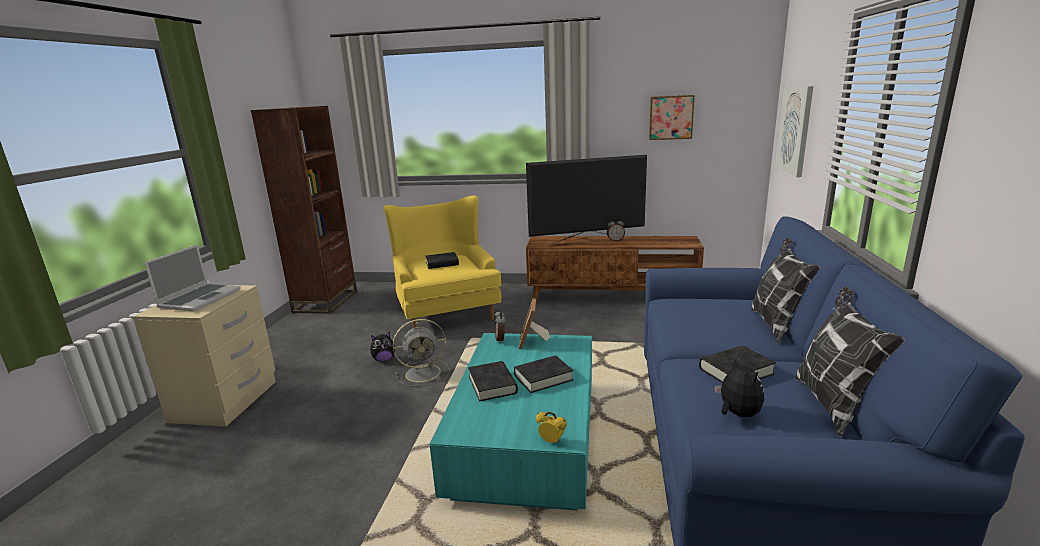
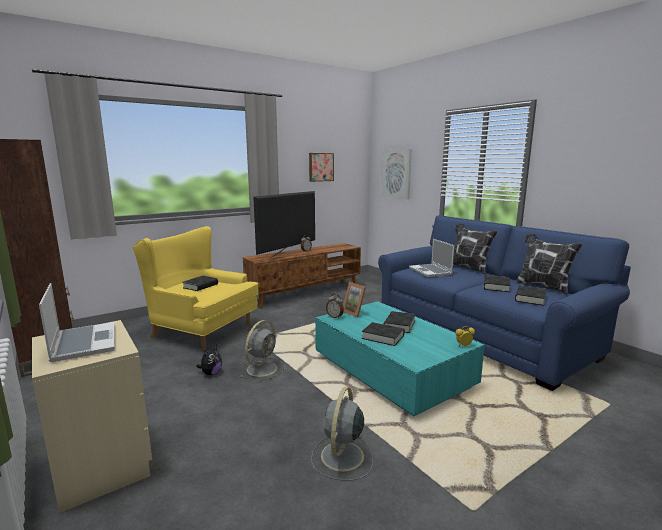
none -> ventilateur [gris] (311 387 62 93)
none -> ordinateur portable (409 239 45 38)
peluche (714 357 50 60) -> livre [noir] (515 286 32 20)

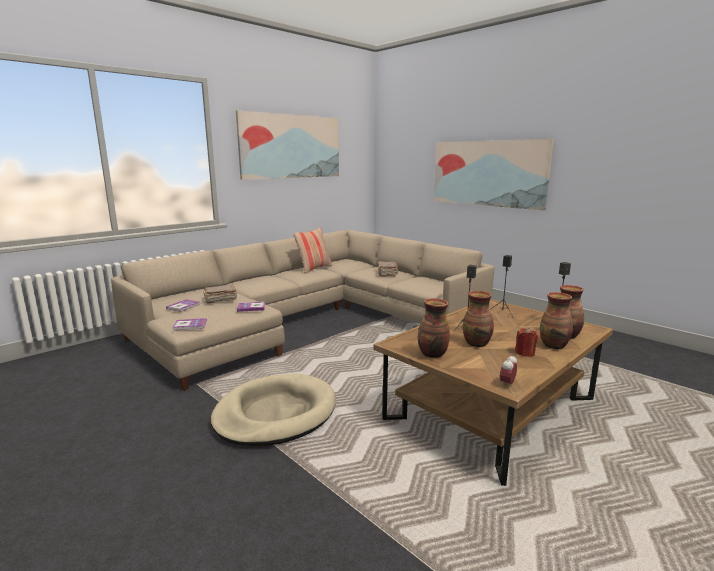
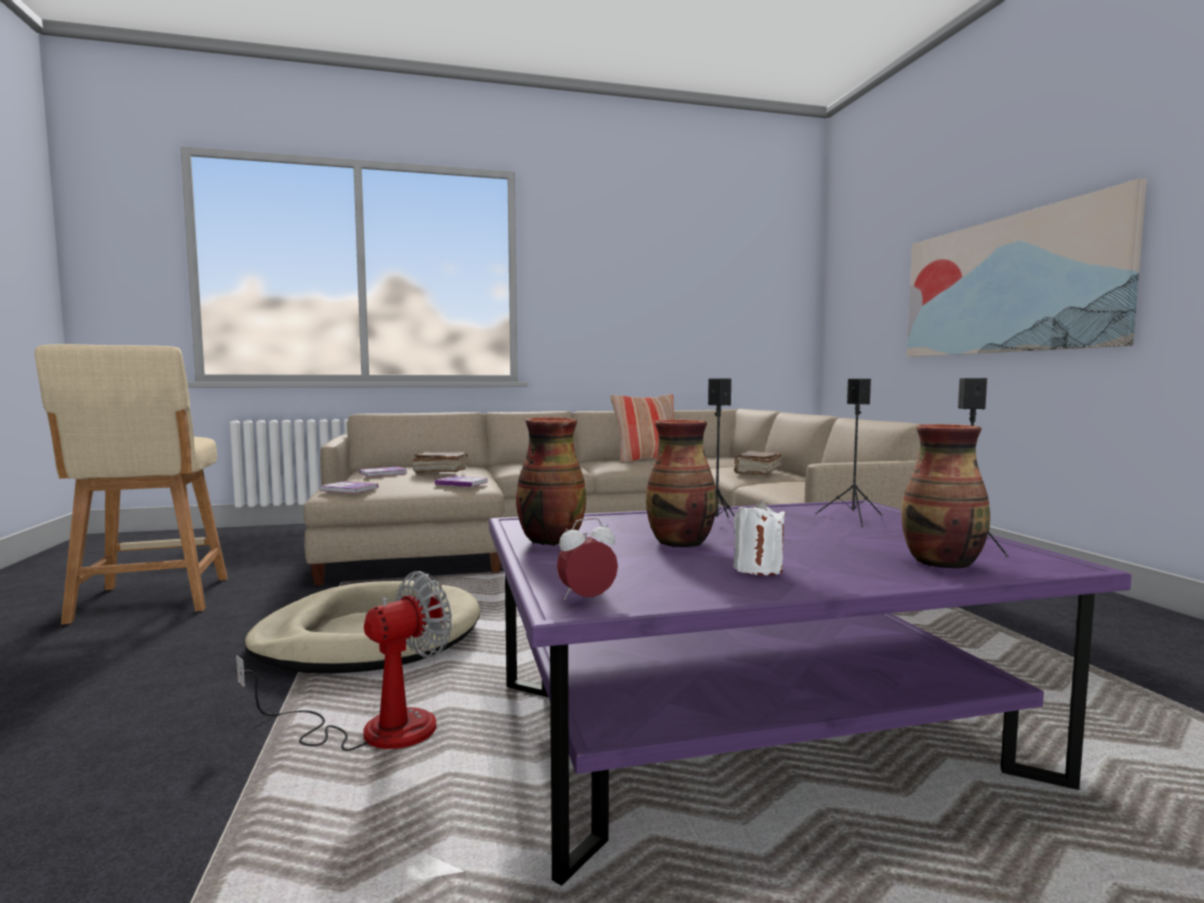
none -> tabouret [beige] (35 344 193 281)
none -> ventilateur (236 571 216 180)
table basse [marron] (373 299 240 187) -> table basse [violet] (489 500 643 386)
bougie [rouge] (515 328 23 29) -> bougie [blanc] (733 499 53 76)
tableau (236 110 103 70) -> none
vase (540 292 33 57) -> none

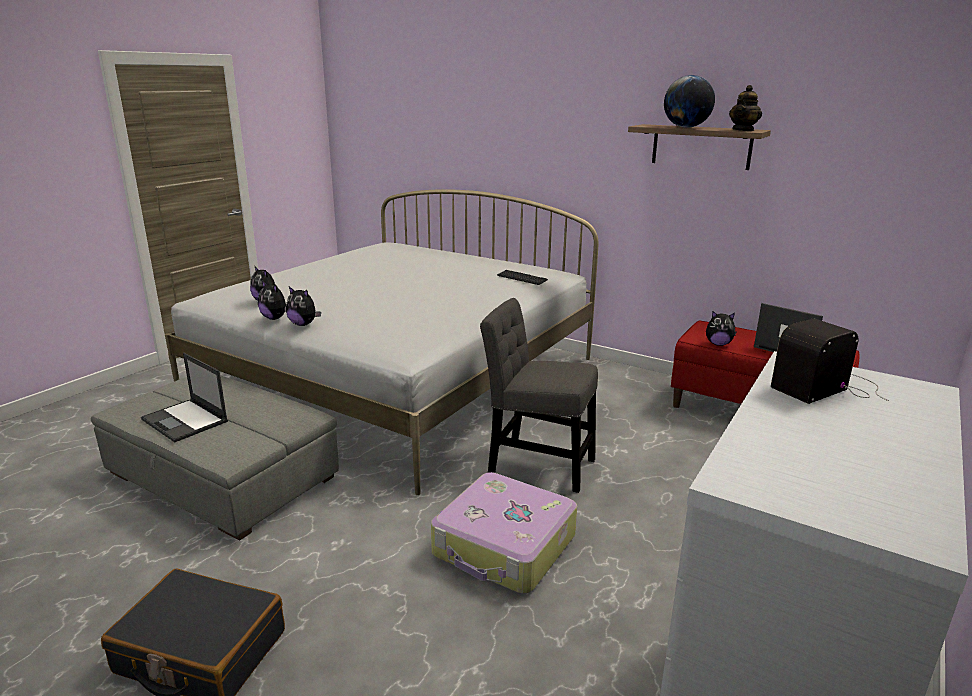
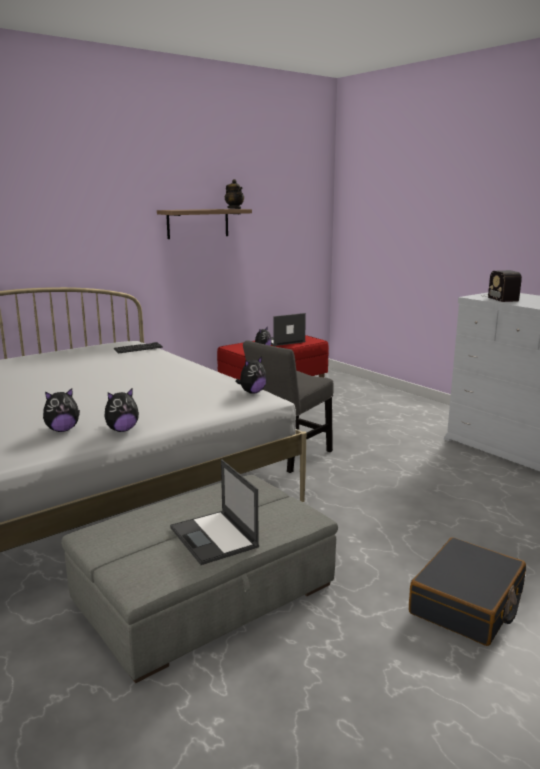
ordinateur portable (141 353 87 90) -> ordinateur portable (170 459 89 106), 90 degrees clockwise
peluche (286 287 35 39) -> peluche (235 356 32 38), shifted
valise (431 472 146 122) -> none
globe (664 75 51 53) -> none

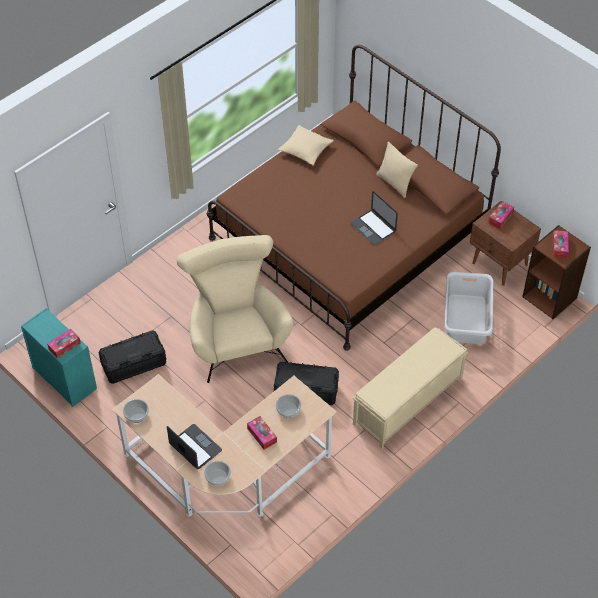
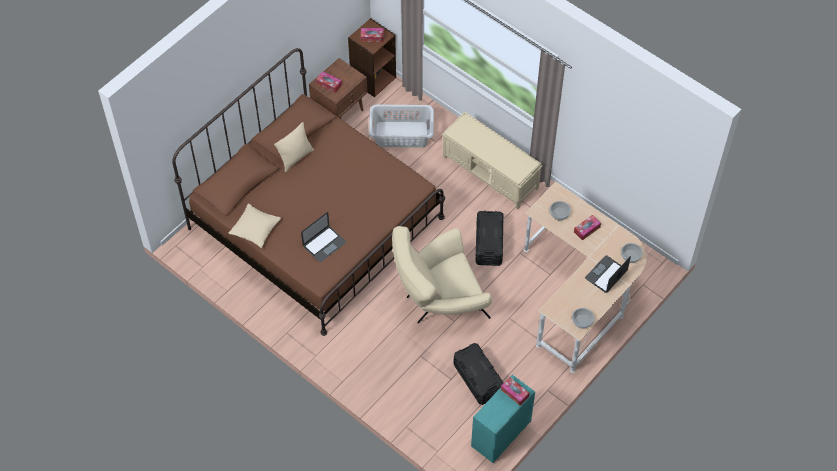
ordinateur portable (350 191 48 54) -> ordinateur portable (301 212 45 50), shifted

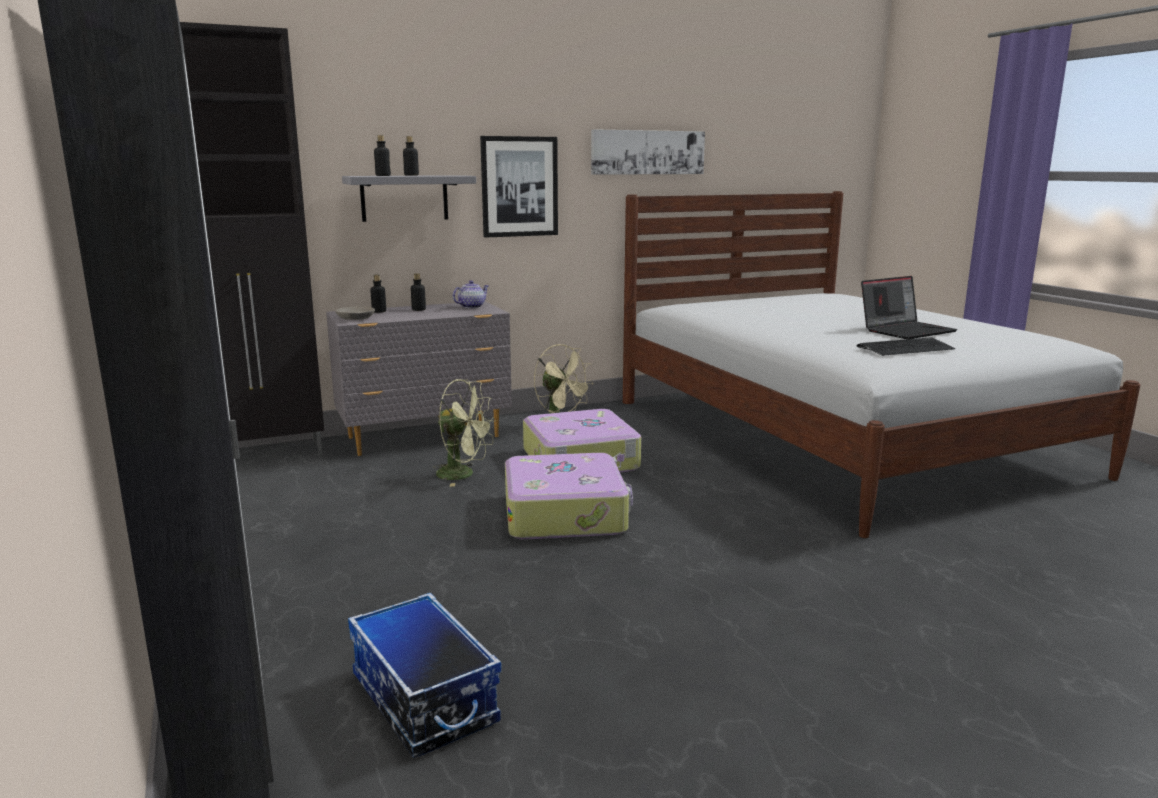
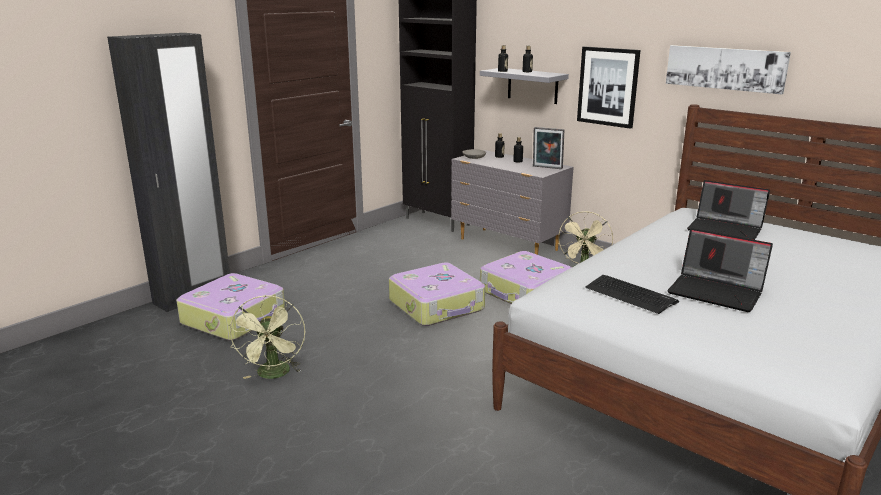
boîte de rangement (348 593 153 165) -> valise (176 273 109 68)
ventilateur [vert] (433 379 63 108) -> ventilateur [vert] (229 295 76 84), shifted
théière (453 280 36 28) -> cadre photo (533 127 31 42)
none -> ordinateur portable (687 180 83 60)

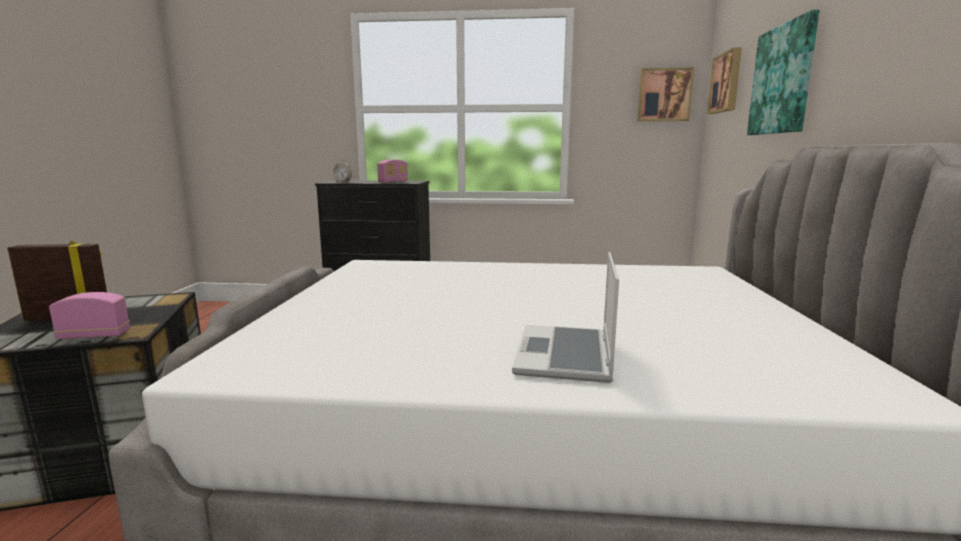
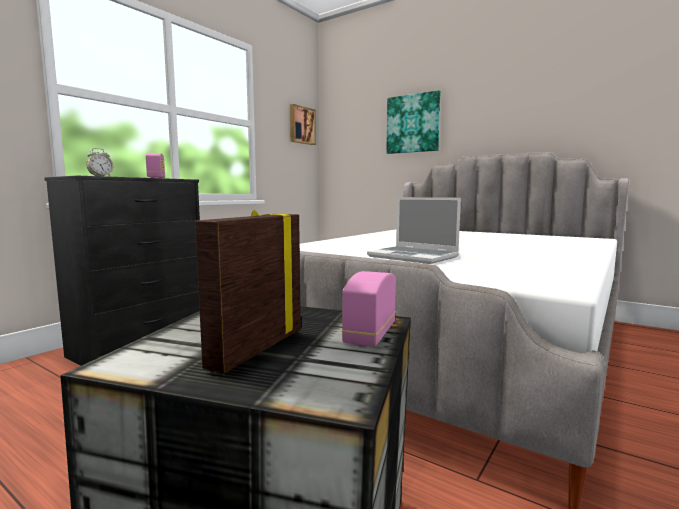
ordinateur portable (512 252 107 131) -> ordinateur portable (367 197 94 67), shifted
tableau (707 47 35 67) -> none

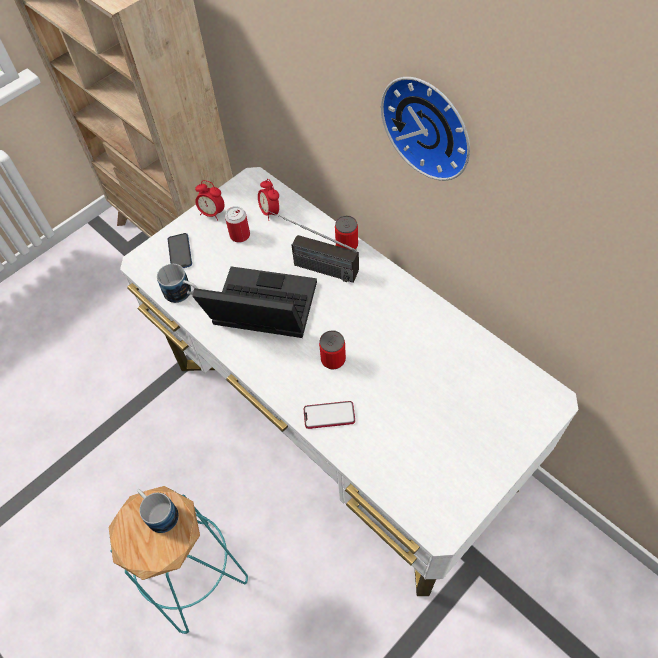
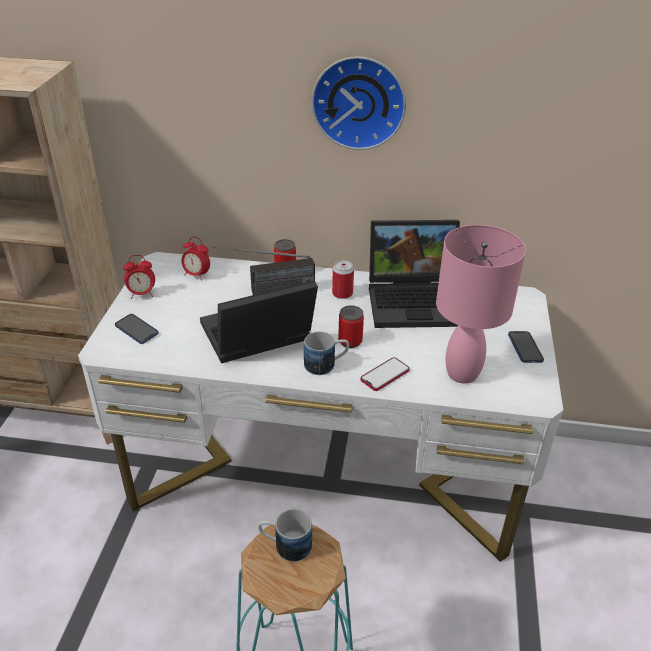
mug (157 264 41 39) -> mug (304 332 45 43), shifted
boîte métallique (225 206 25 37) -> boîte métallique (332 260 22 39), shifted
none -> ordinateur portable (369 220 91 108)
none -> lampe de table [rose] (436 225 90 159)
none -> téléphone (508 331 36 32)

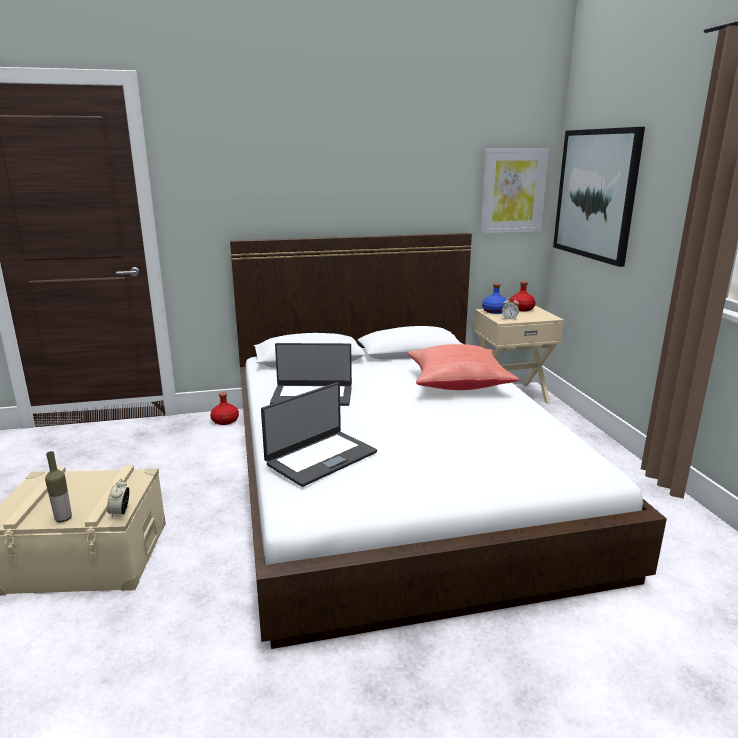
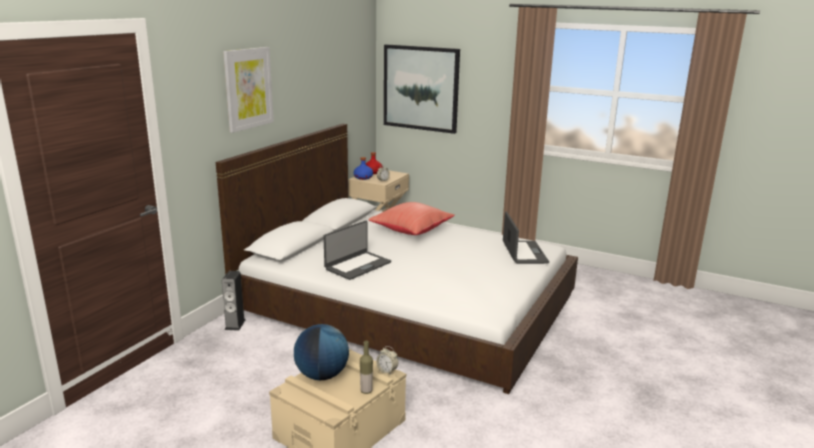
bouteille [rouge] (210 392 29 33) -> enceinte (222 271 23 60)
tableau (480 148 69 86) -> tableau (223 47 51 86), shifted
none -> globe (294 324 55 56)
ordinateur portable (261 382 116 105) -> ordinateur portable (503 212 46 52), shifted

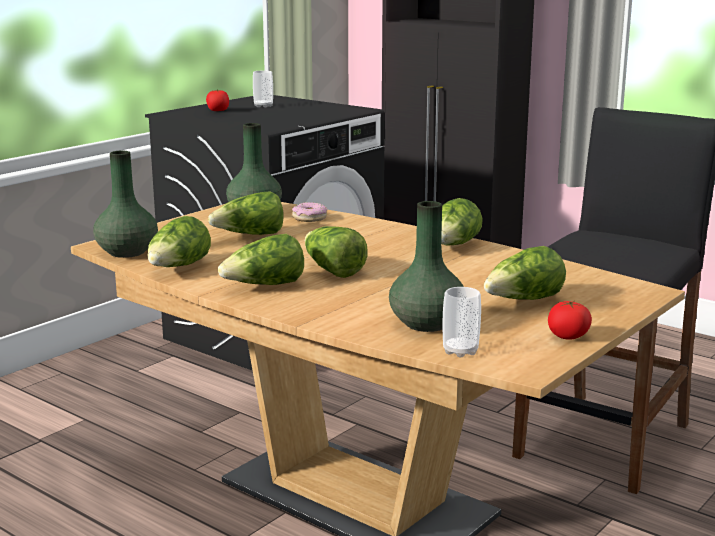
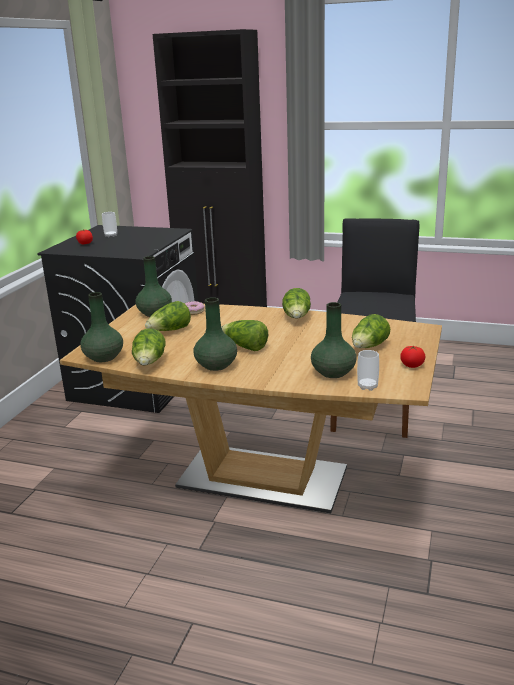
laitue (218 234 86 51) -> vase [vert] (193 297 44 74)

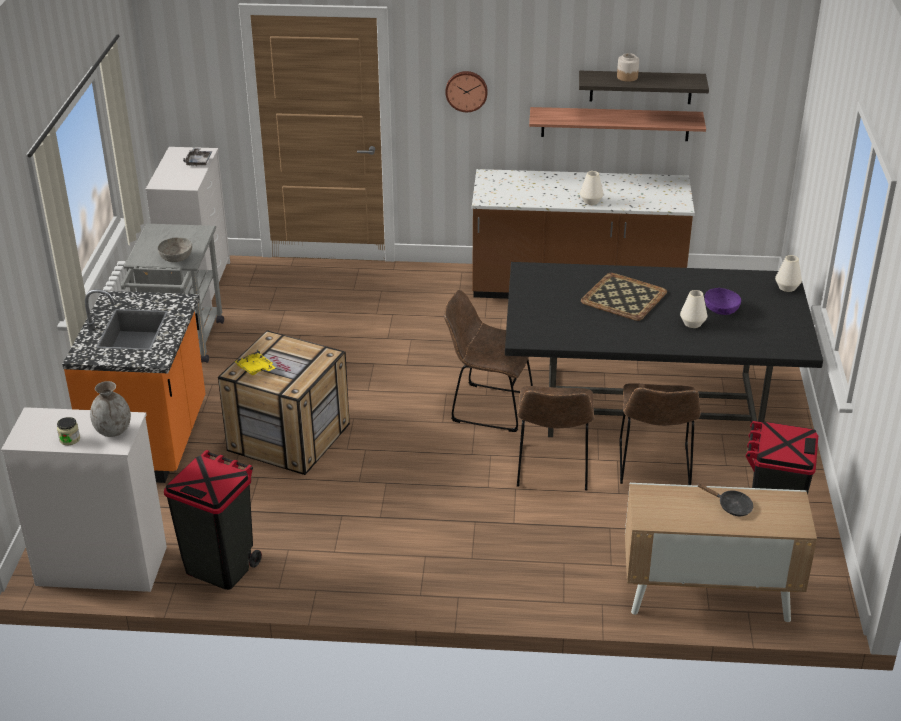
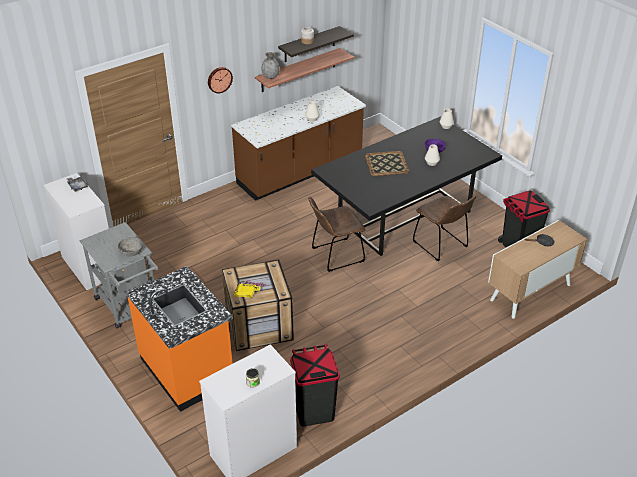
vase [gris] (90 381 41 56) -> vase [gris] (262 52 18 27), shifted
chaise [marron] (517 386 77 104) -> none

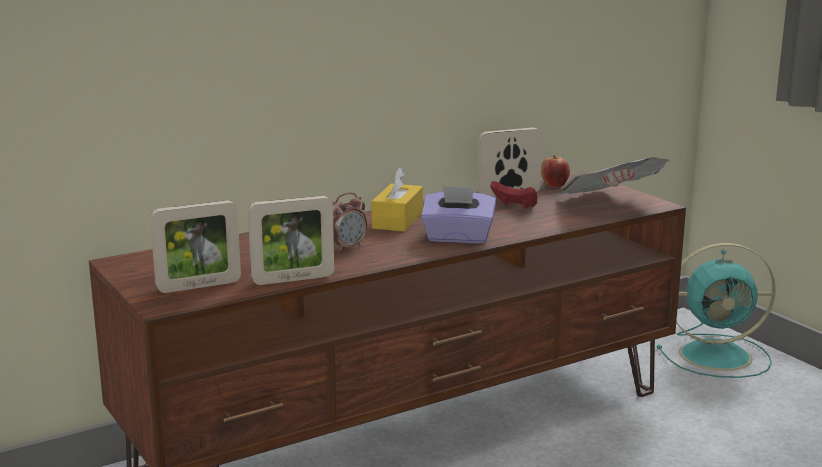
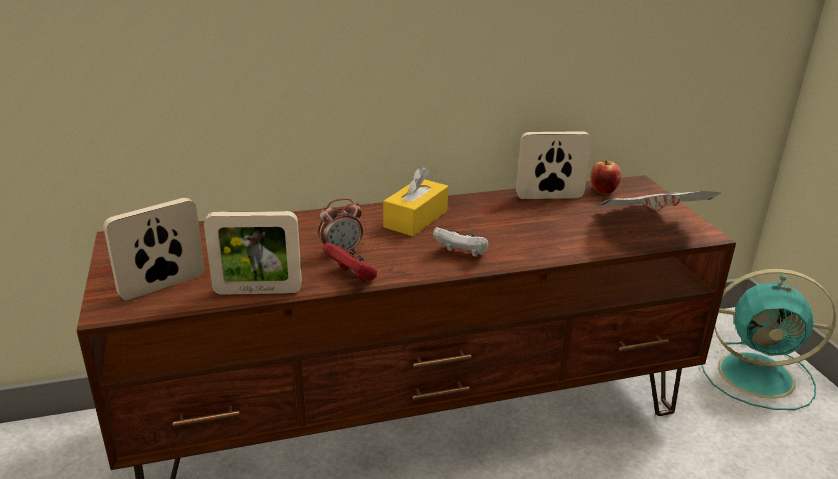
cadre photo (150 200 91 93) -> cadre photo (103 198 102 102), 150 degrees clockwise
manette [rouge] (490 181 48 28) -> manette [rouge] (323 243 54 39), shifted
boîte à mouchoirs [violet] (421 186 75 58) -> manette [blanc] (433 227 55 30)

